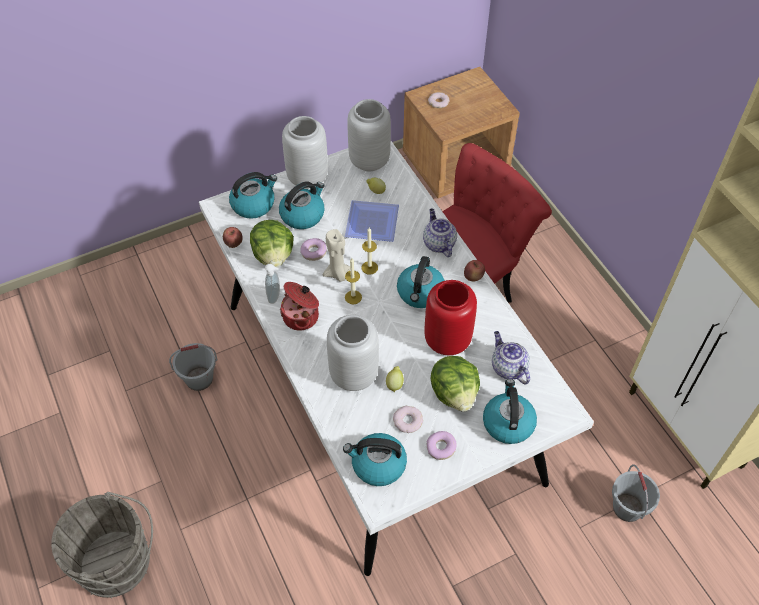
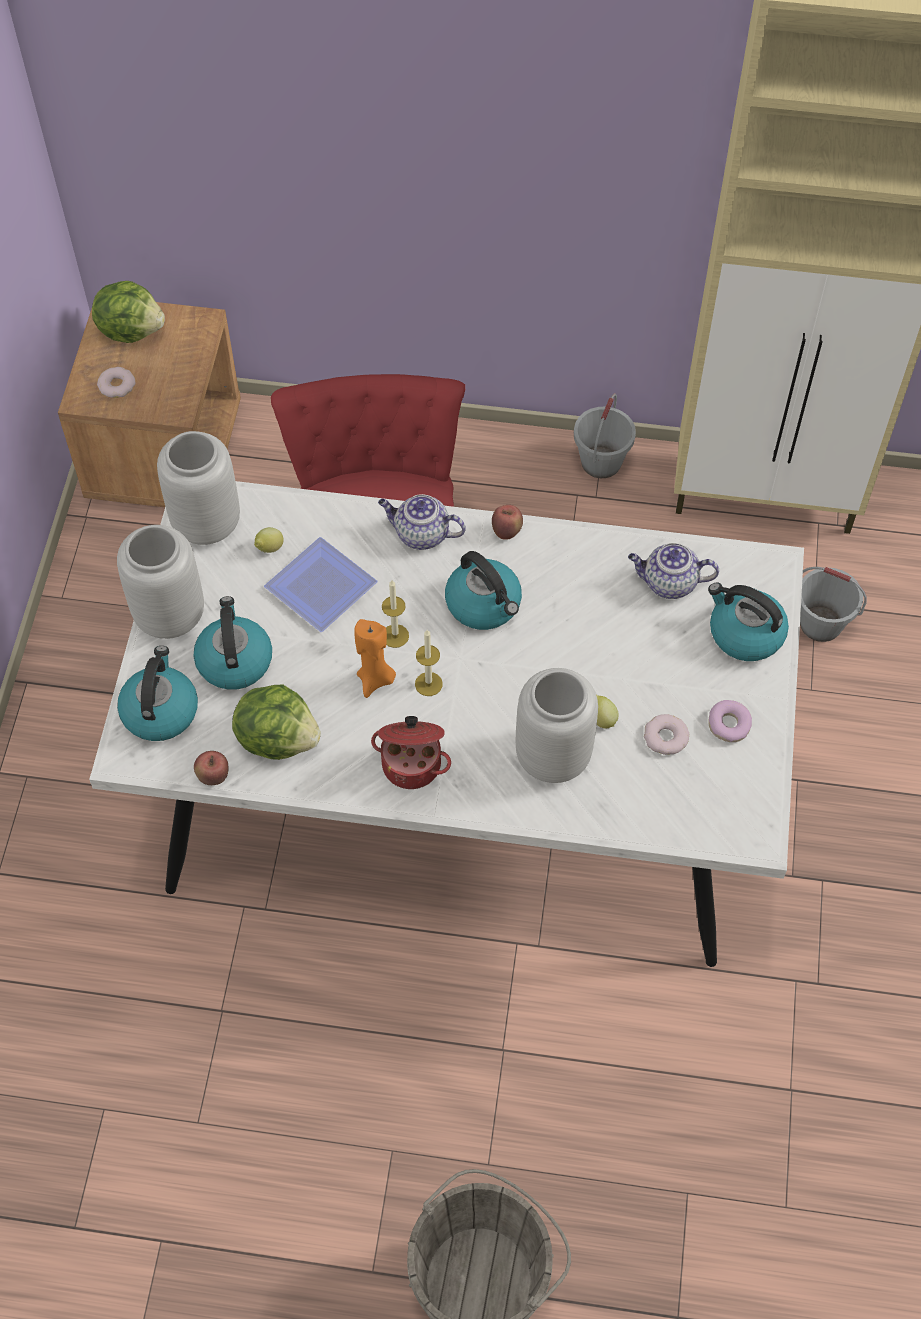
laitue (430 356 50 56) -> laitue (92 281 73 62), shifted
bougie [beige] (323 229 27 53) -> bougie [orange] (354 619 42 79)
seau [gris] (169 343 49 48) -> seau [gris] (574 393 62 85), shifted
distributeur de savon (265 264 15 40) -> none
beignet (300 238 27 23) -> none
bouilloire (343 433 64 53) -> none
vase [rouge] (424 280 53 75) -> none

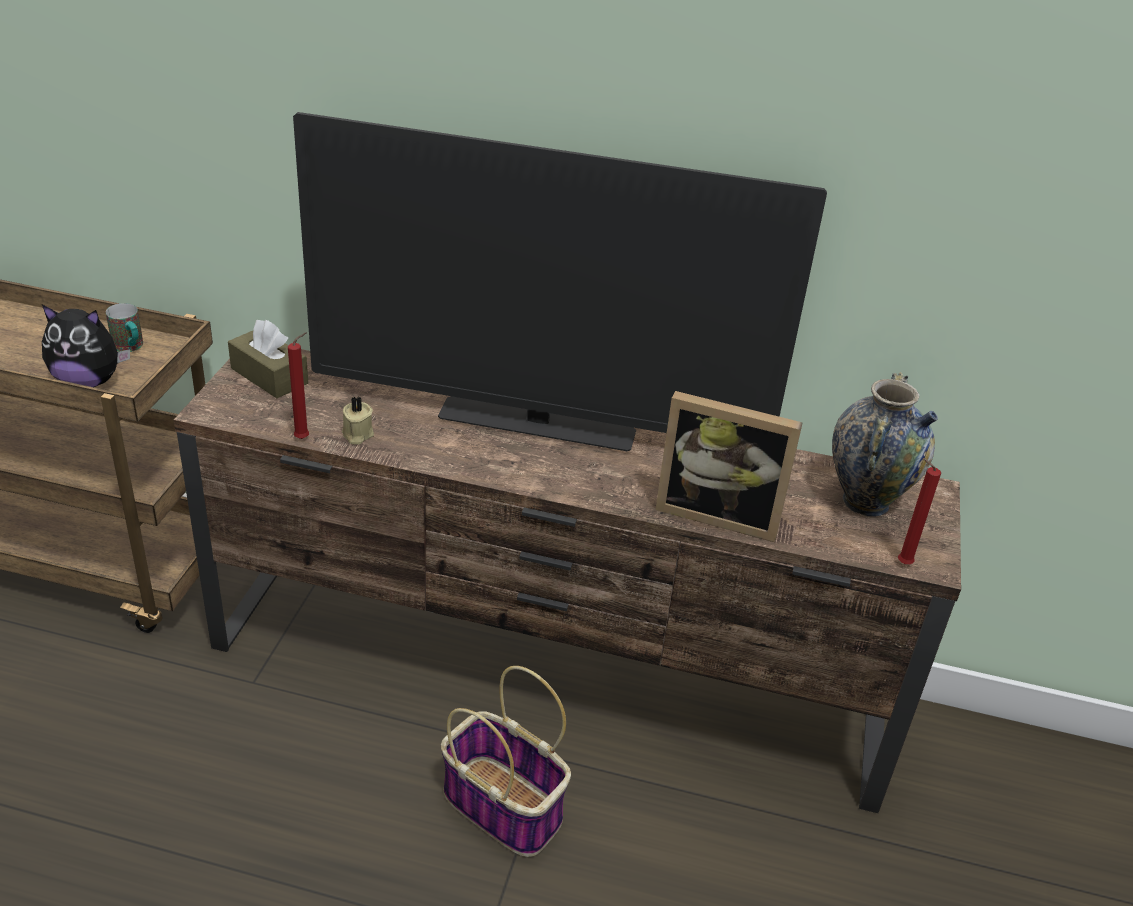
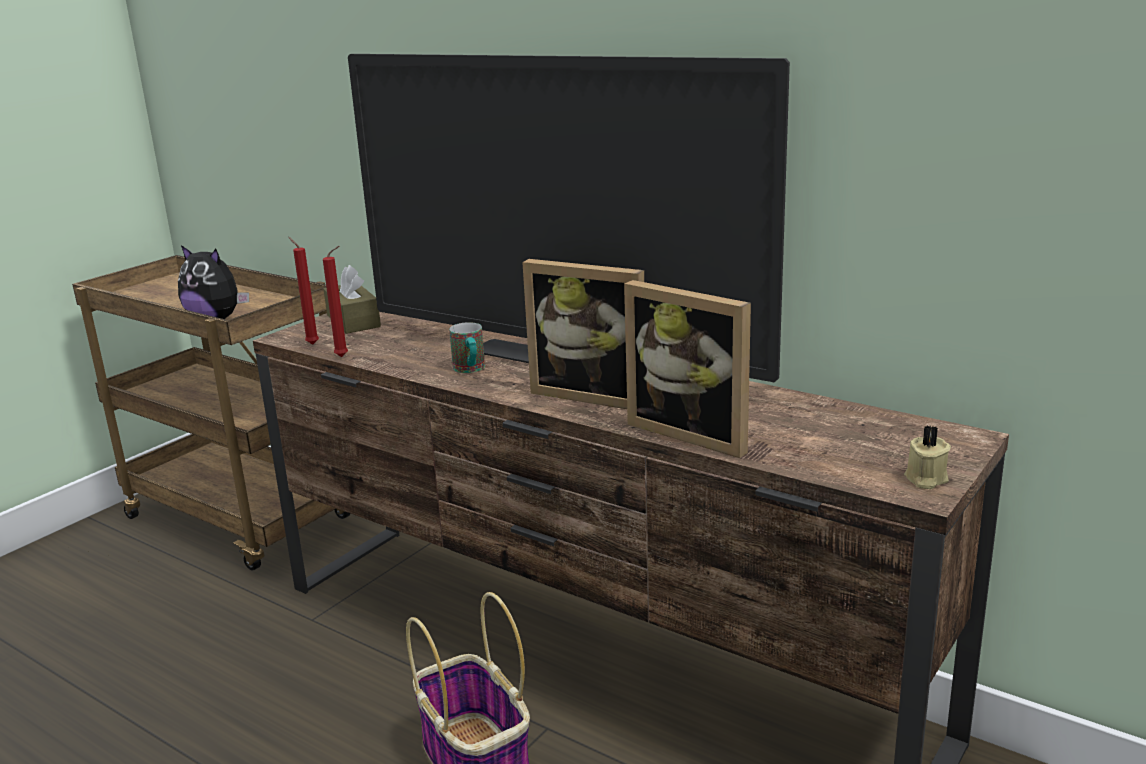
bougie [rouge] (898 458 43 106) -> bougie [rouge] (288 237 31 108), shifted
mug (106 303 37 49) -> mug (449 322 36 51), shifted
none -> cadre photo (522 259 122 150)
bougie [beige] (342 396 32 49) -> bougie [beige] (904 426 47 63), shifted
vase (832 372 106 145) -> none

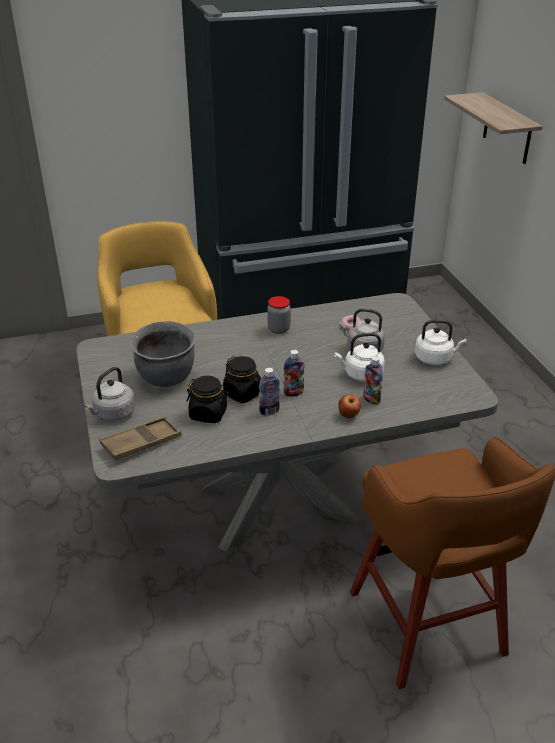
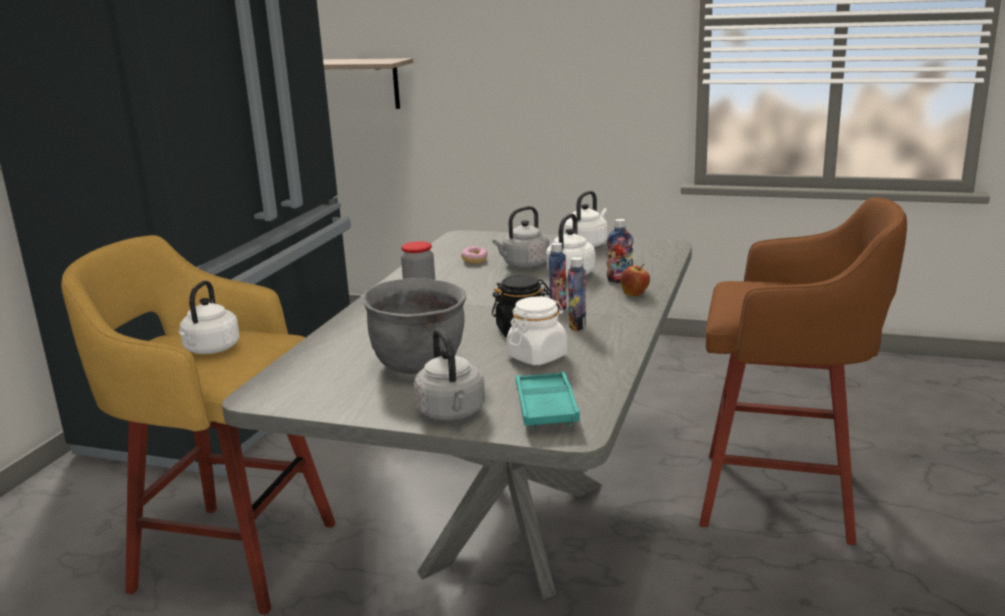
none -> bouilloire [blanc] (179 281 61 73)
bocal [noir] (186 376 43 47) -> bocal [blanc] (507 297 60 68)
plateau [marron] (99 416 82 44) -> plateau [turquoise] (516 371 64 57)

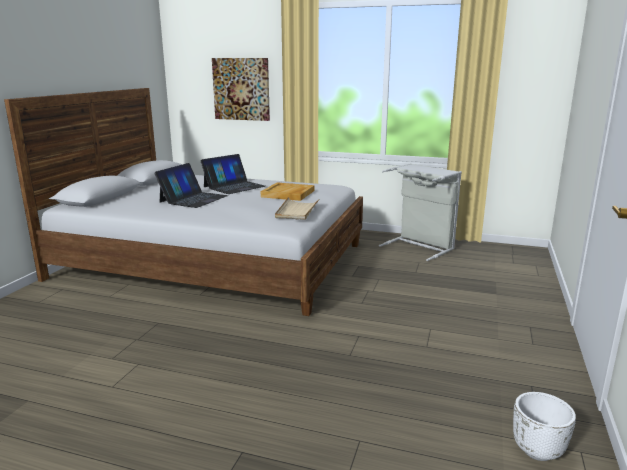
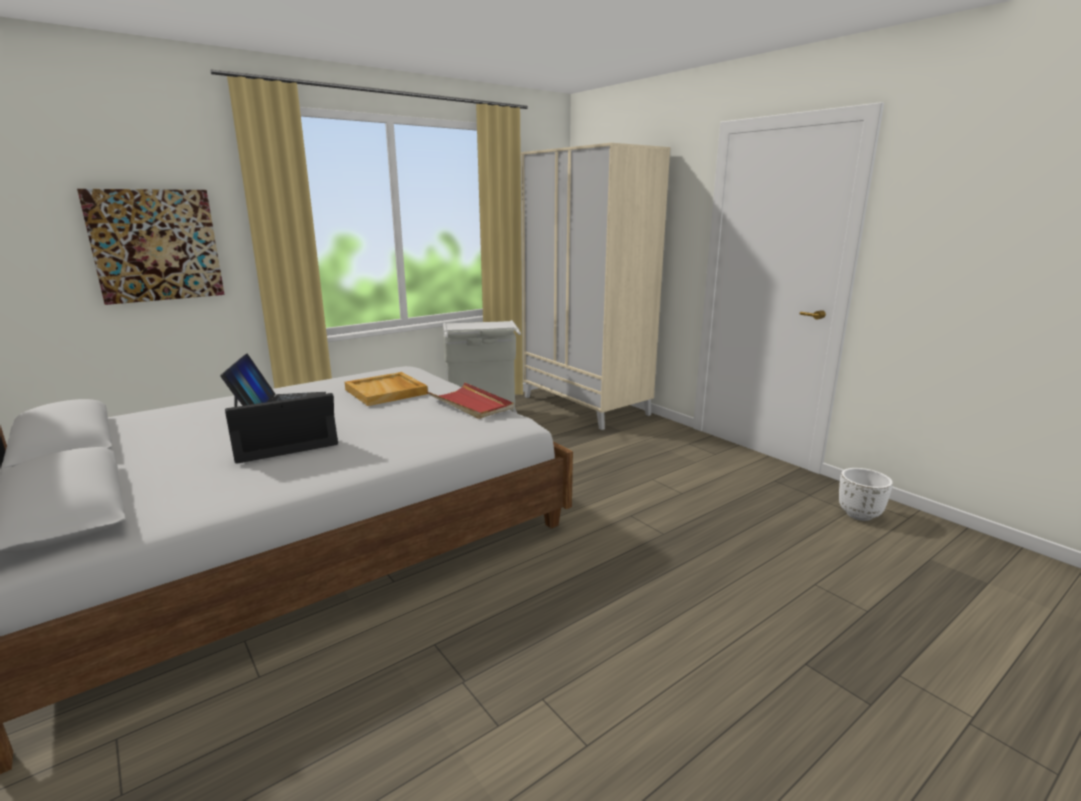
ordinateur portable (154 163 74 45) -> ordinateur portable (225 393 113 70), 90 degrees counterclockwise
plateau [beige] (275 197 44 23) -> plateau [rouge] (427 382 87 37)
none -> armoire [beige] (521 143 149 287)

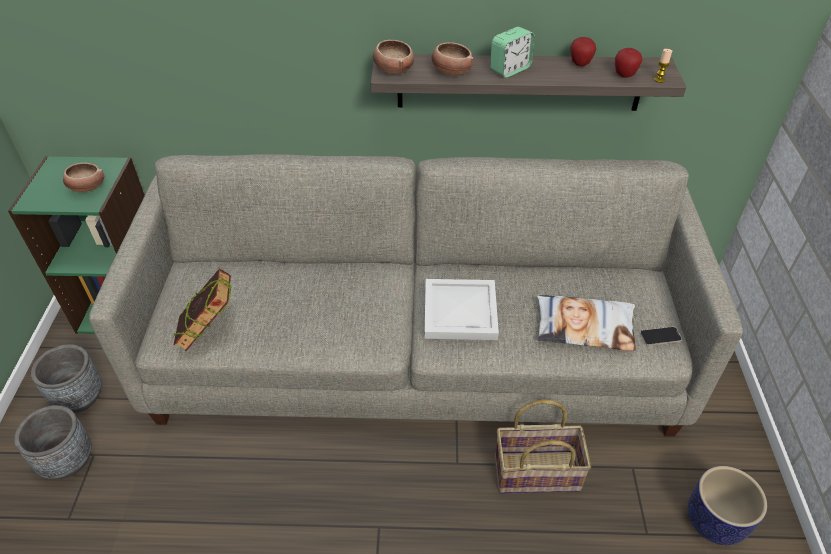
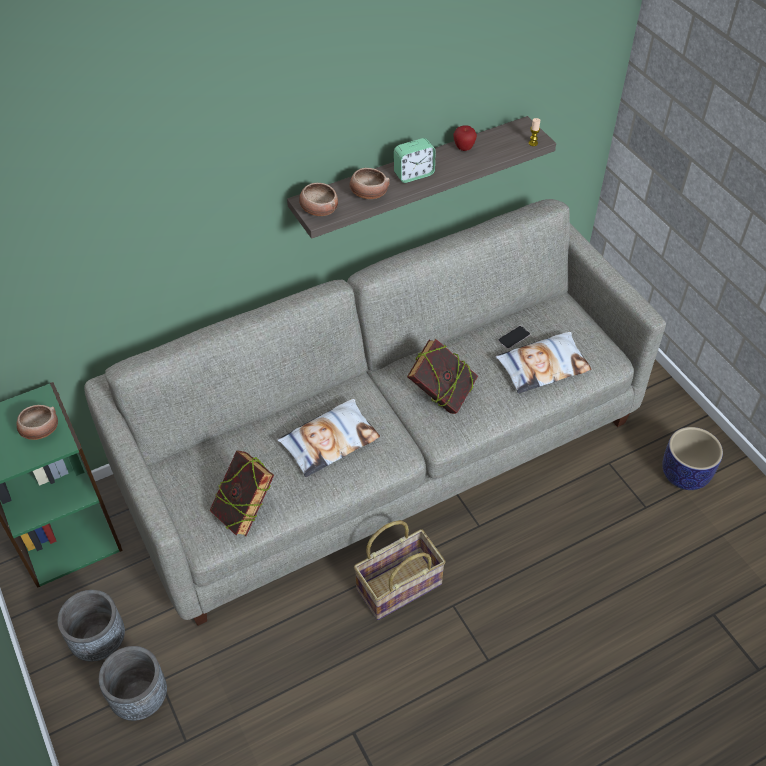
none -> coussin (277 399 103 78)
panier (494 400 97 94) -> panier (354 520 92 100), shifted
réveil (490 27 45 51) -> réveil (394 138 42 45), 45 degrees clockwise
plateau [blanc] (424 279 75 61) -> livre (407 339 71 75)
téléphone (640 327 42 18) -> téléphone (498 326 32 23), shifted
pomme (615 48 27 30) -> none

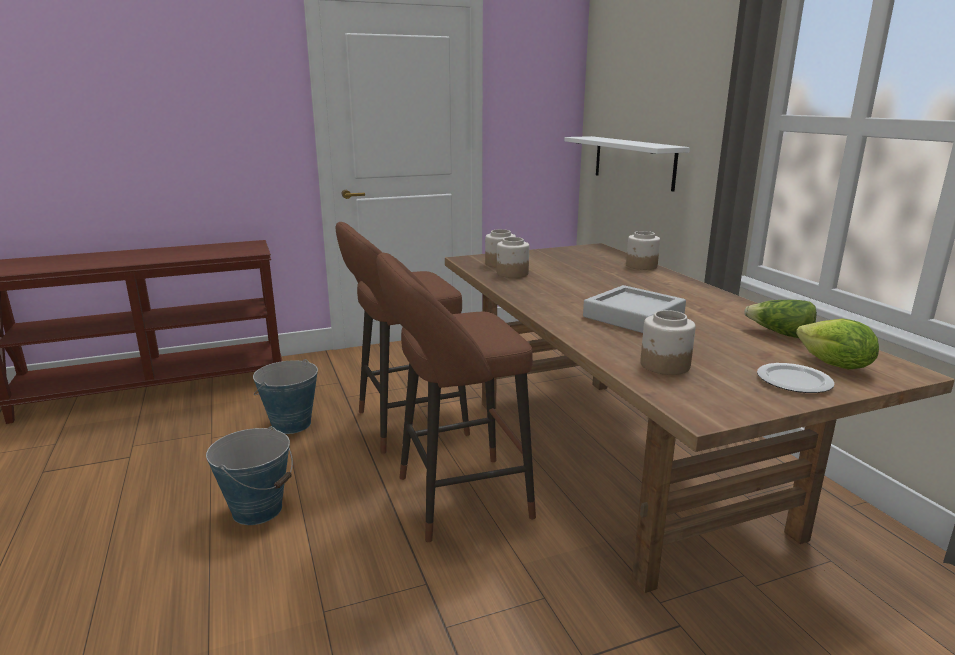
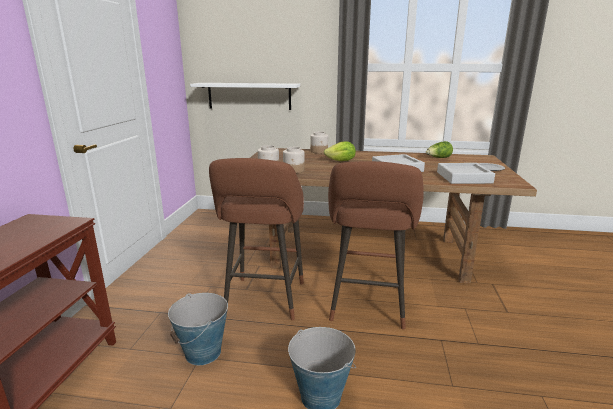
laitue (796 319 83 50) -> laitue (324 141 32 20), shifted
bocal (640 310 56 65) -> plateau [gris] (437 163 58 21)

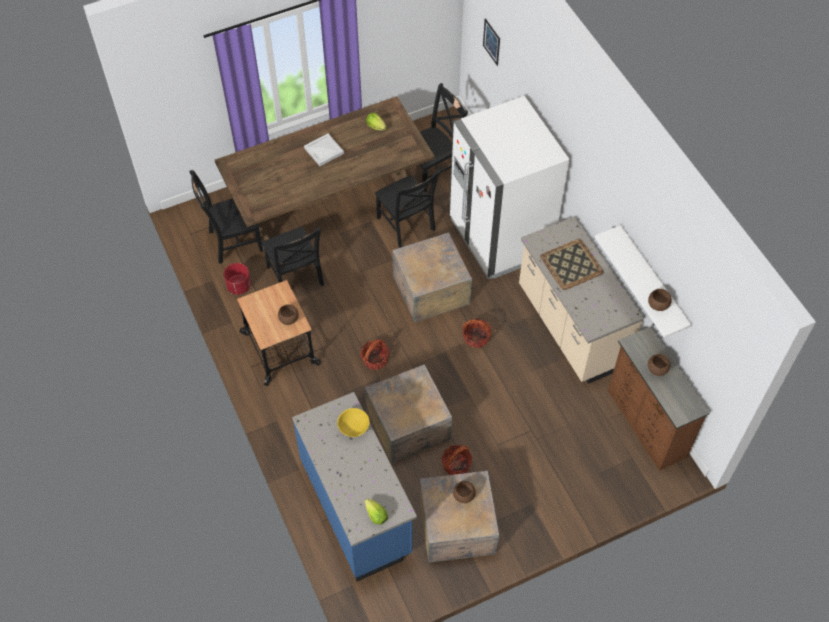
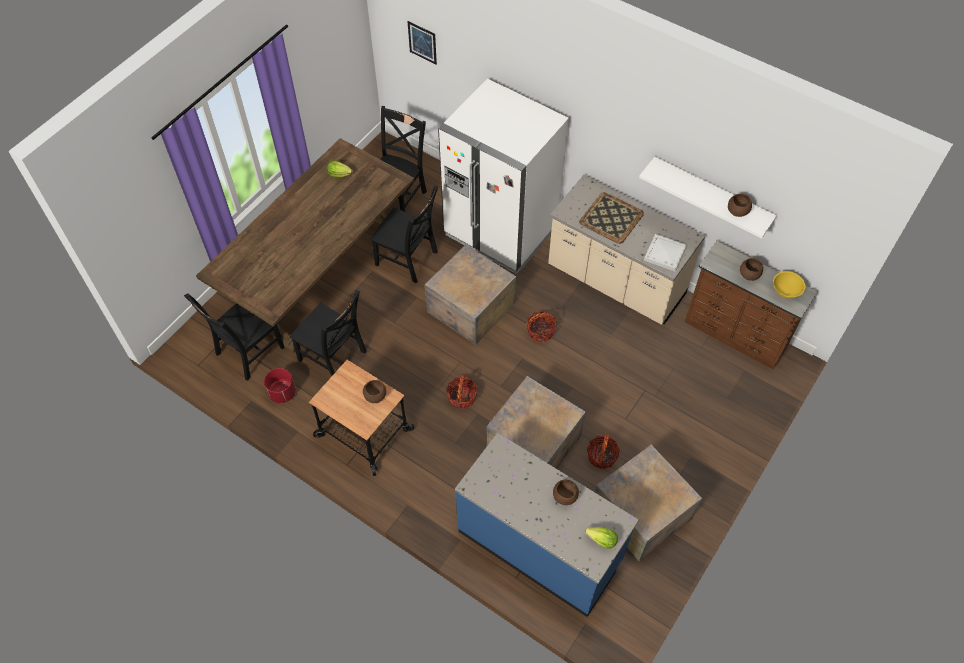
bol [marron] (453 481 23 22) -> bol [marron] (553 480 26 25), shifted
plateau [blanc] (304 134 40 32) -> plateau [blanc] (644 234 42 37), shifted
bol [jaune] (337 408 32 29) -> bol [jaune] (773 271 33 28), shifted

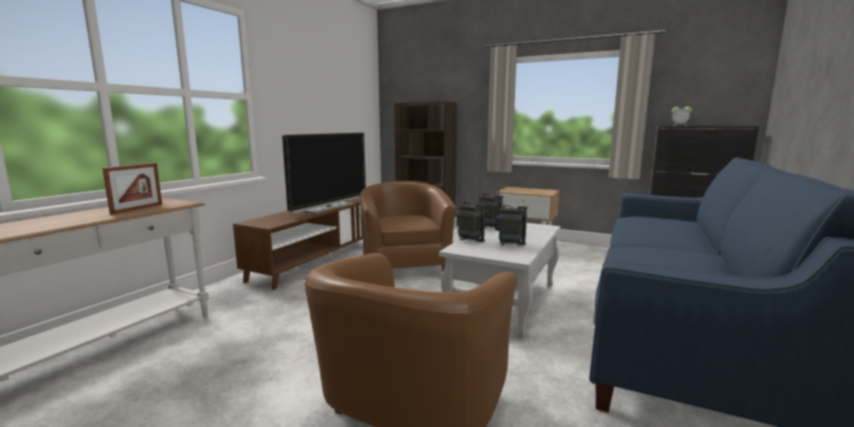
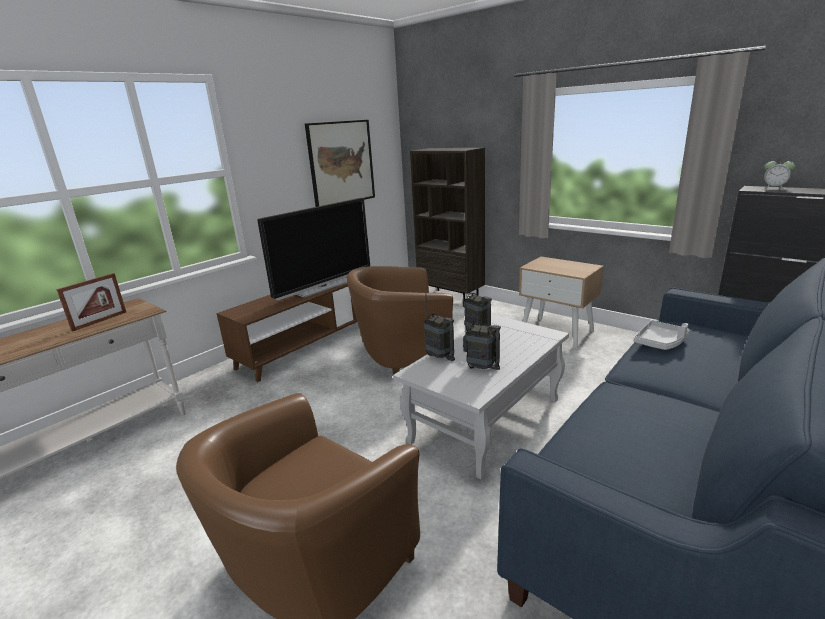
none -> tableau (305 120 70 87)
fauteuil [marron] (360 181 96 89) -> fauteuil [marron] (346 266 107 109), 105 degrees counterclockwise
none -> plateau [gris] (634 320 56 30)

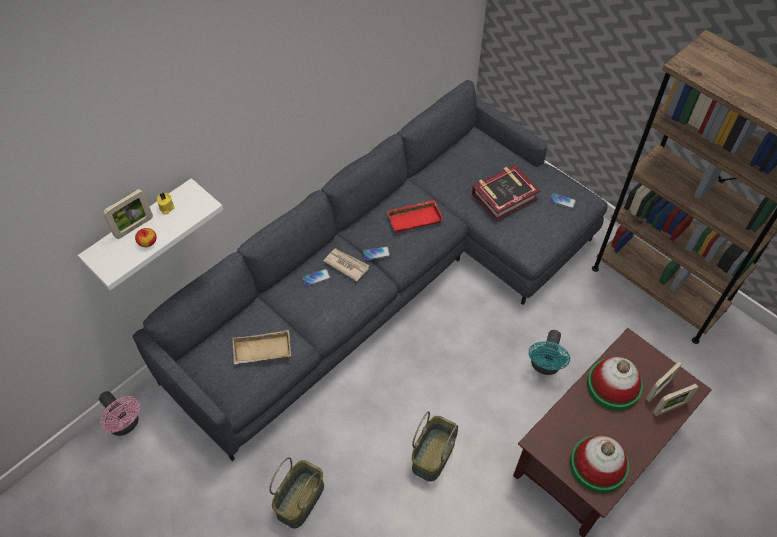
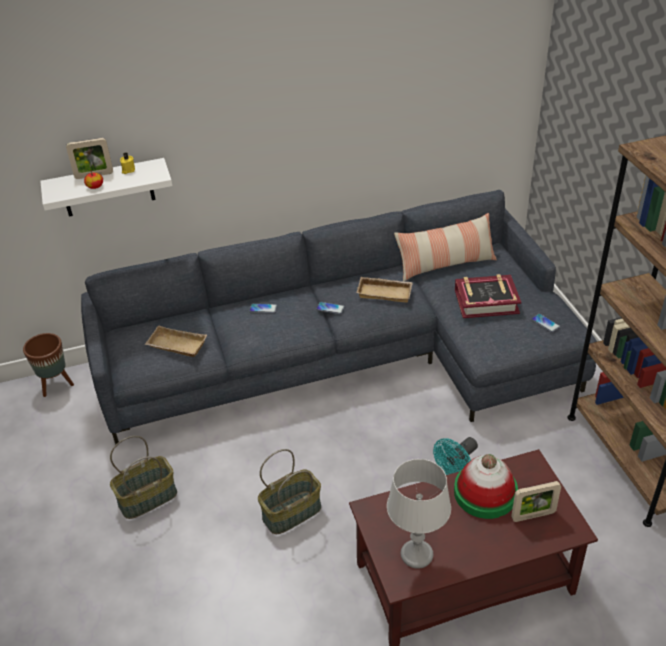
ventilateur [rose] (99 391 41 45) -> cache-pot [marron] (23 333 51 64)
plateau [rouge] (387 200 56 33) -> plateau [beige] (357 277 56 25)
chapeau (570 435 59 58) -> lampe de table [gris] (387 459 64 110)
none -> coussin (394 213 103 69)
journal (323 248 46 34) -> none
cadre photo (653 384 46 32) -> none

